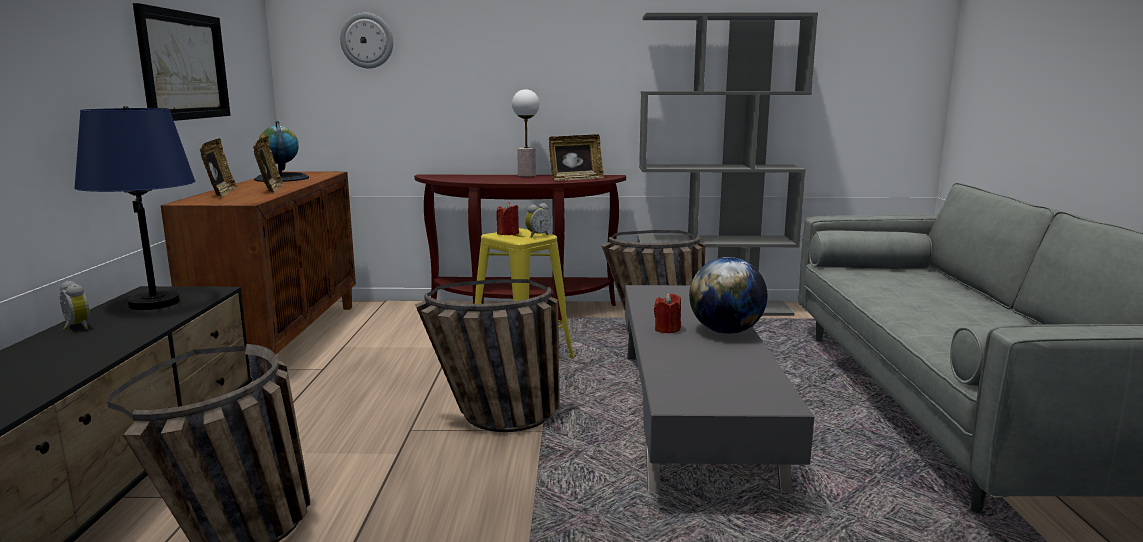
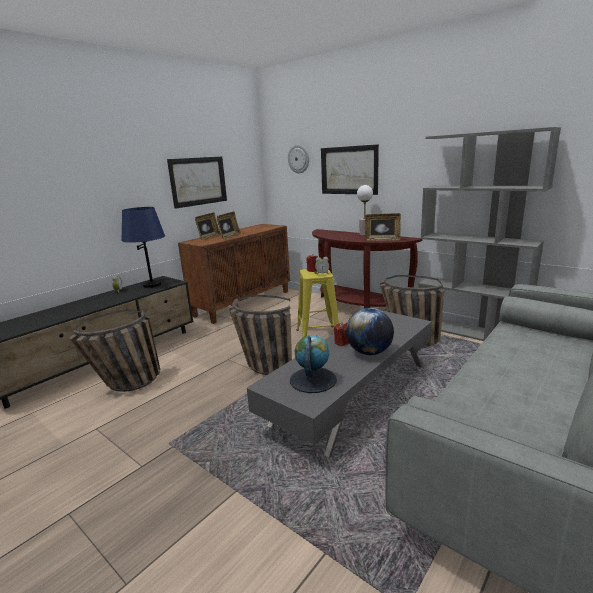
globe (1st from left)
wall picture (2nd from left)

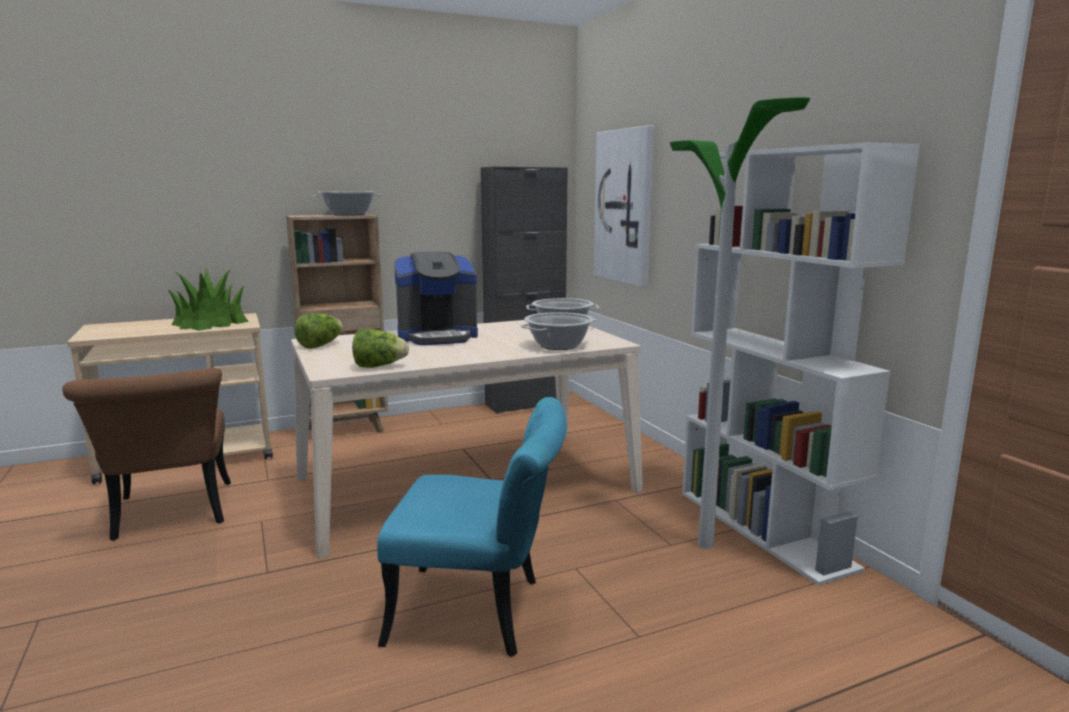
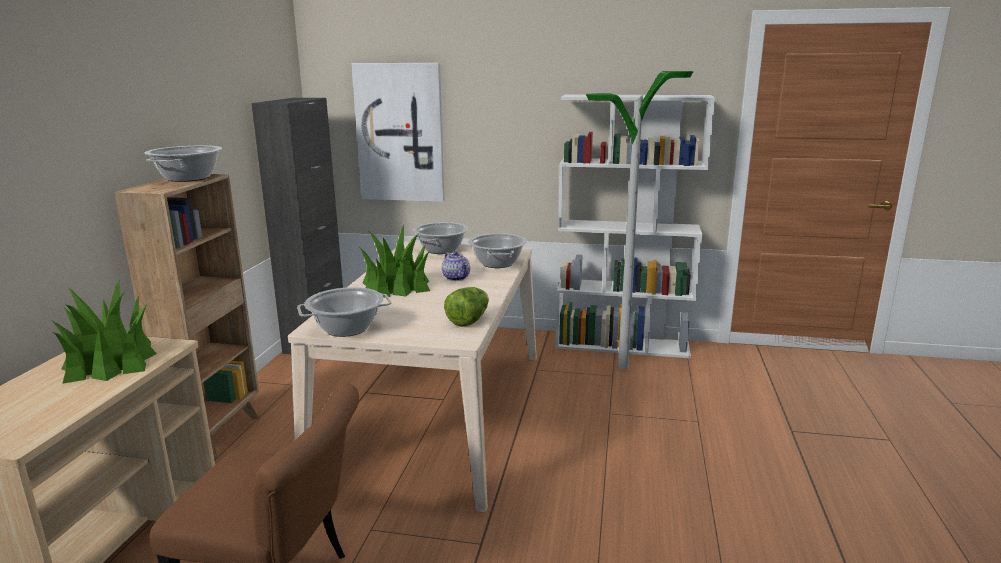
stockpot (2nd from left)
turquoise-coloured chair
plant in a pot (2nd from left)
pot for tea

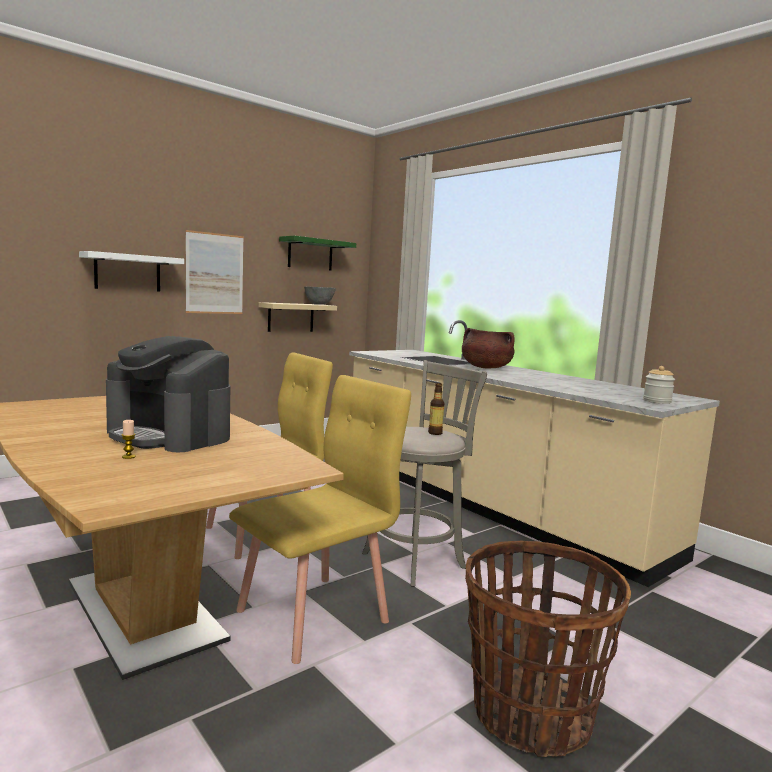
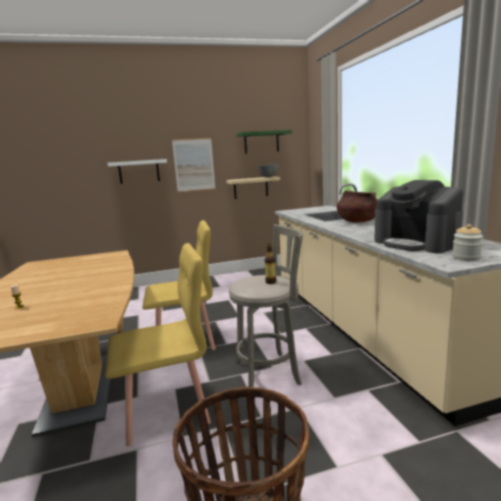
coffee brewer

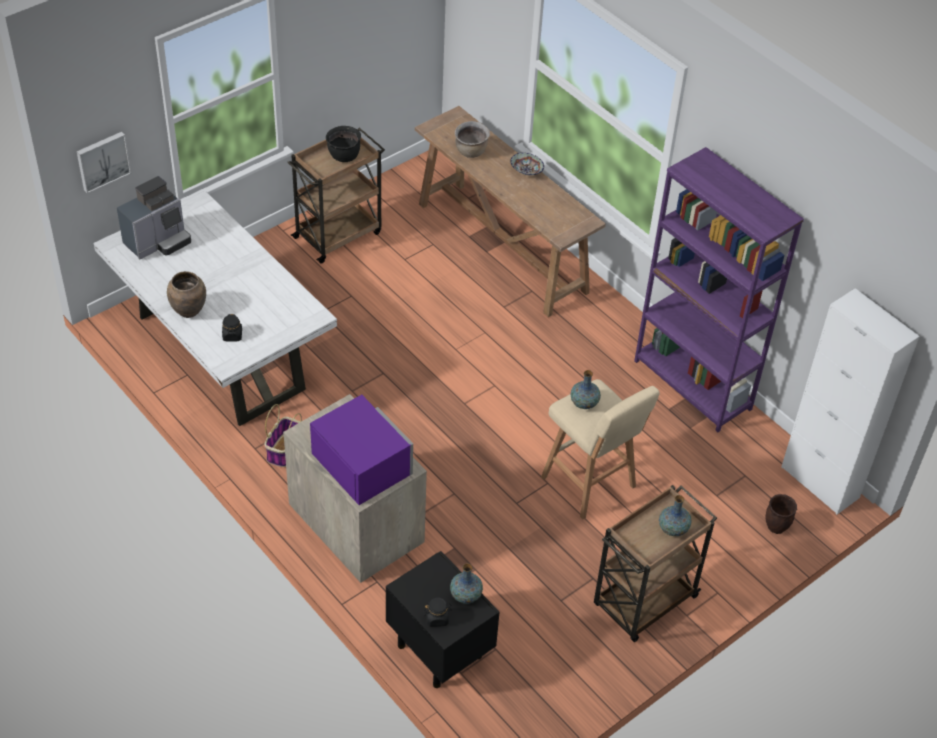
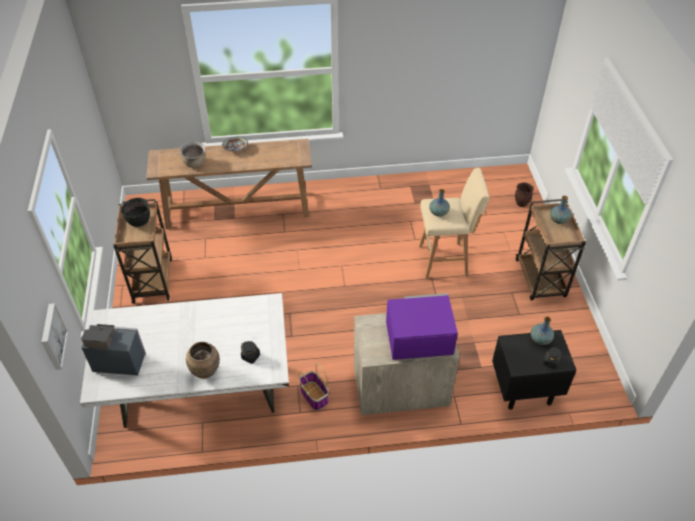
coffee brewer
purplish bookshelf
white-coloured storage cabinet

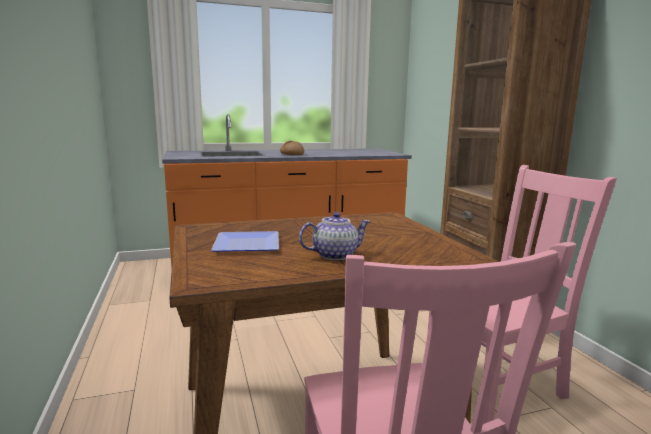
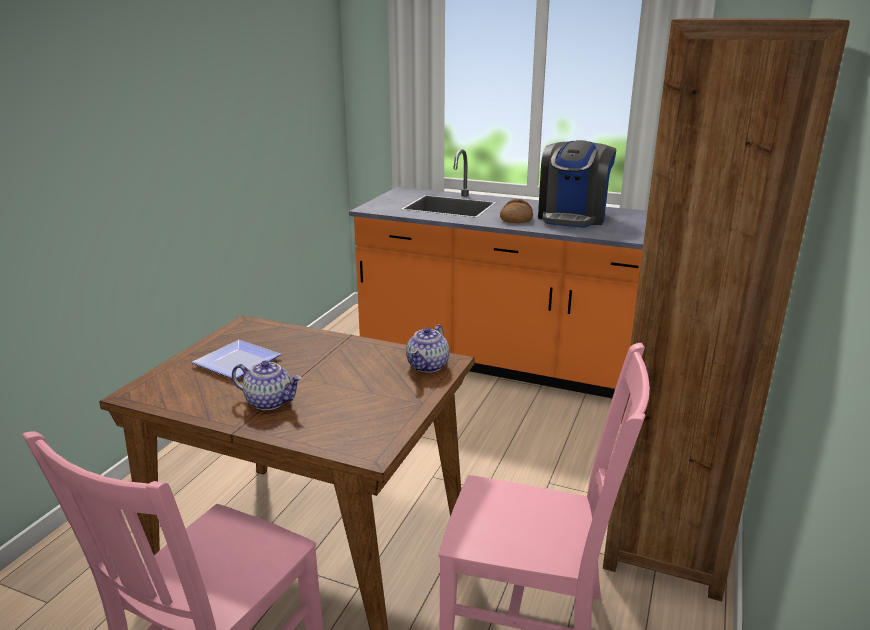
pot for tea (2nd from left)
coffee brewer

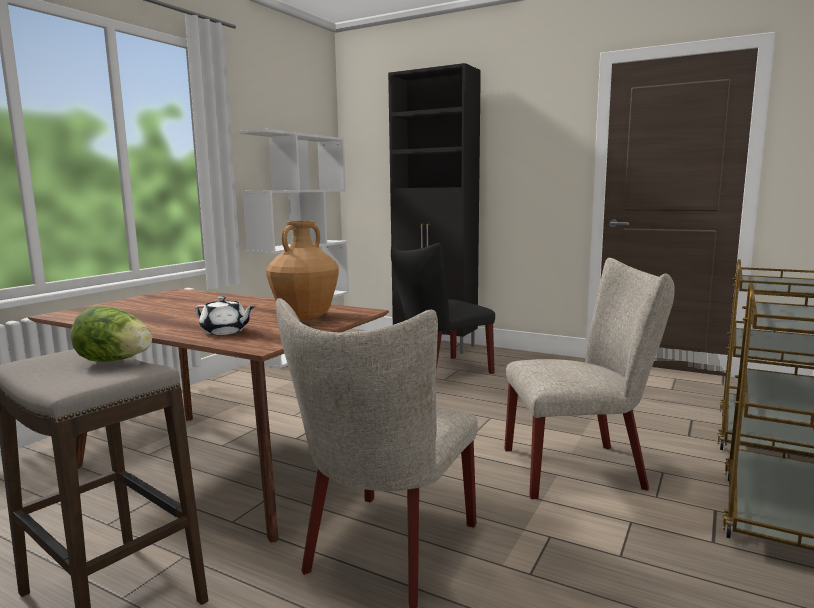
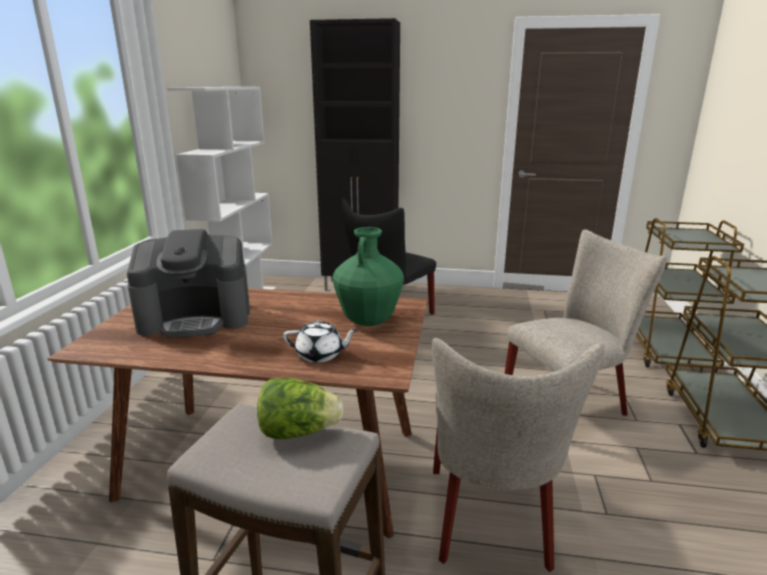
green vase
coffee brewer

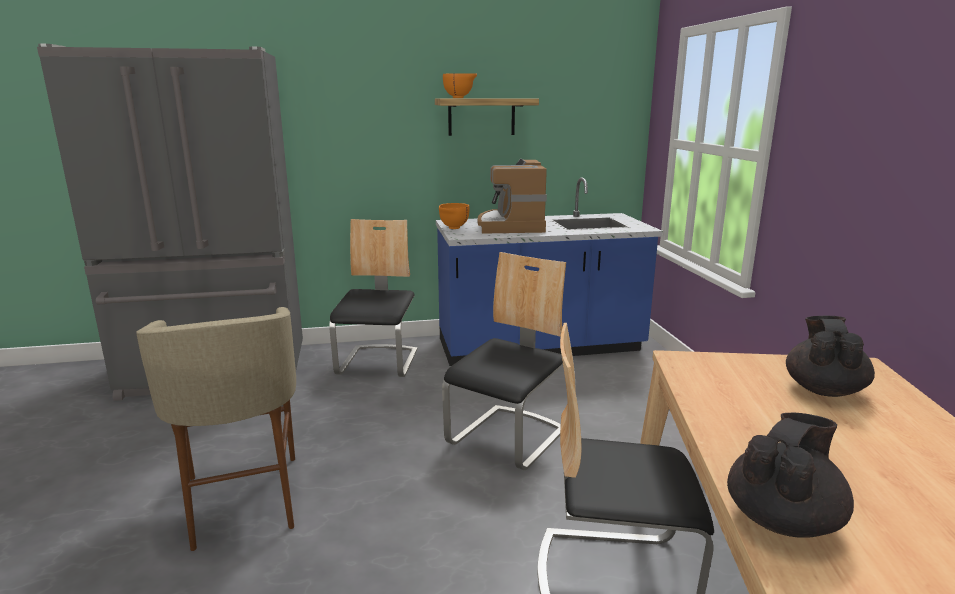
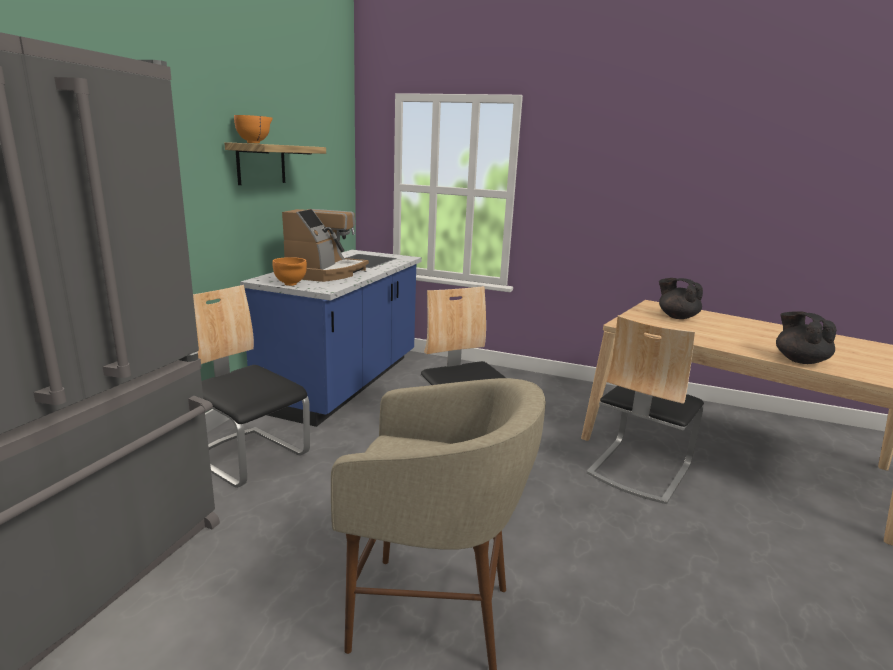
coffee brewer

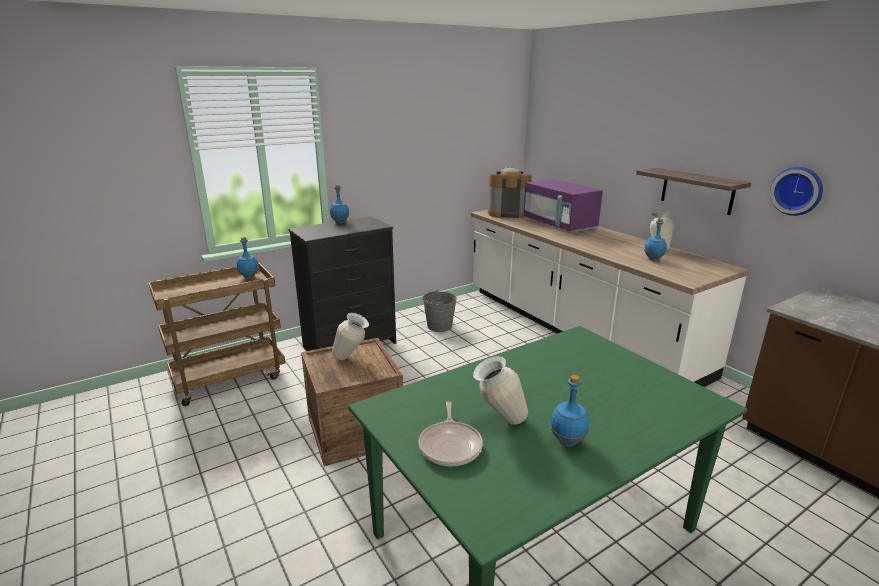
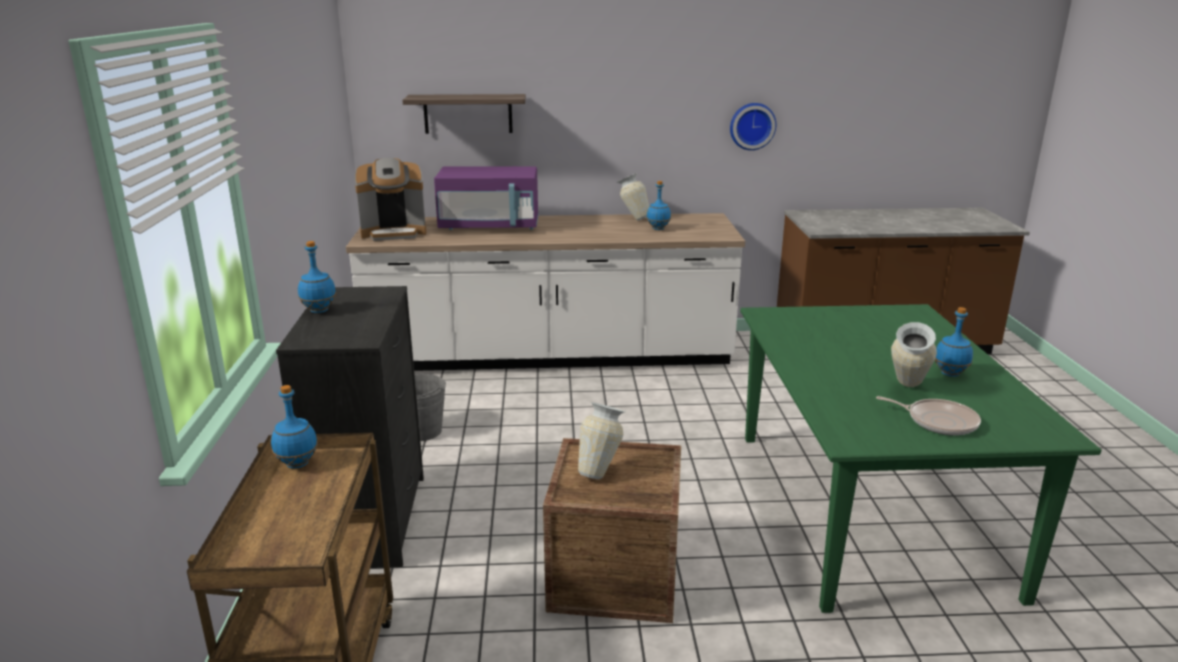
coffee brewer
shelf

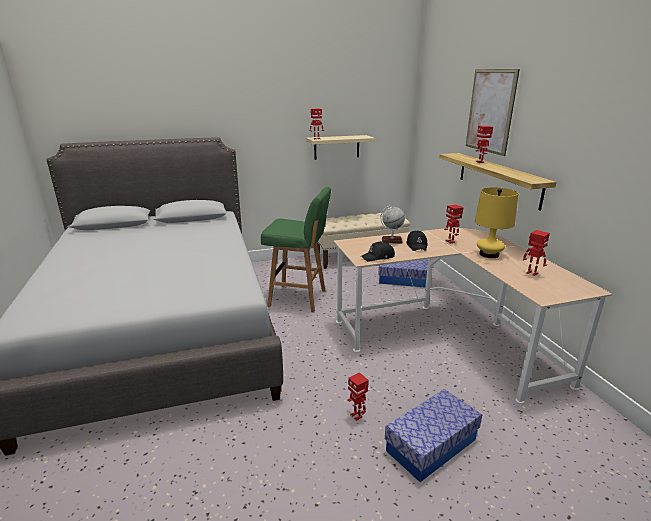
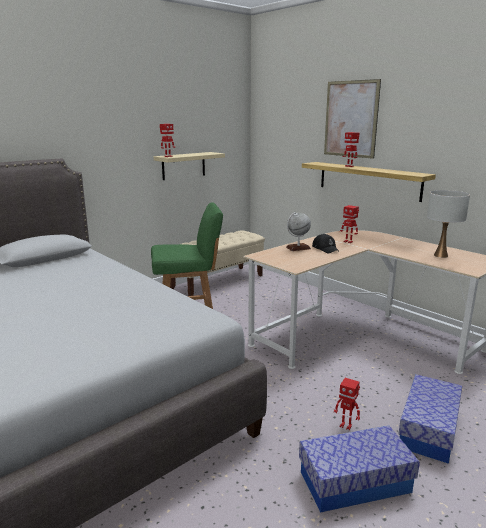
black cap (1st from left in the first image)
storage box (1st from left)
yellow lamp for a table
white-coloured lamp for a table

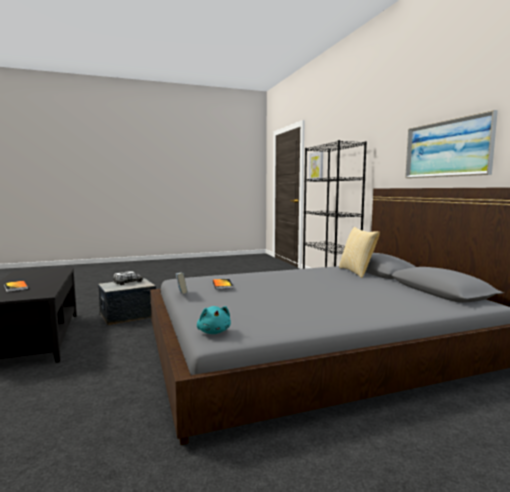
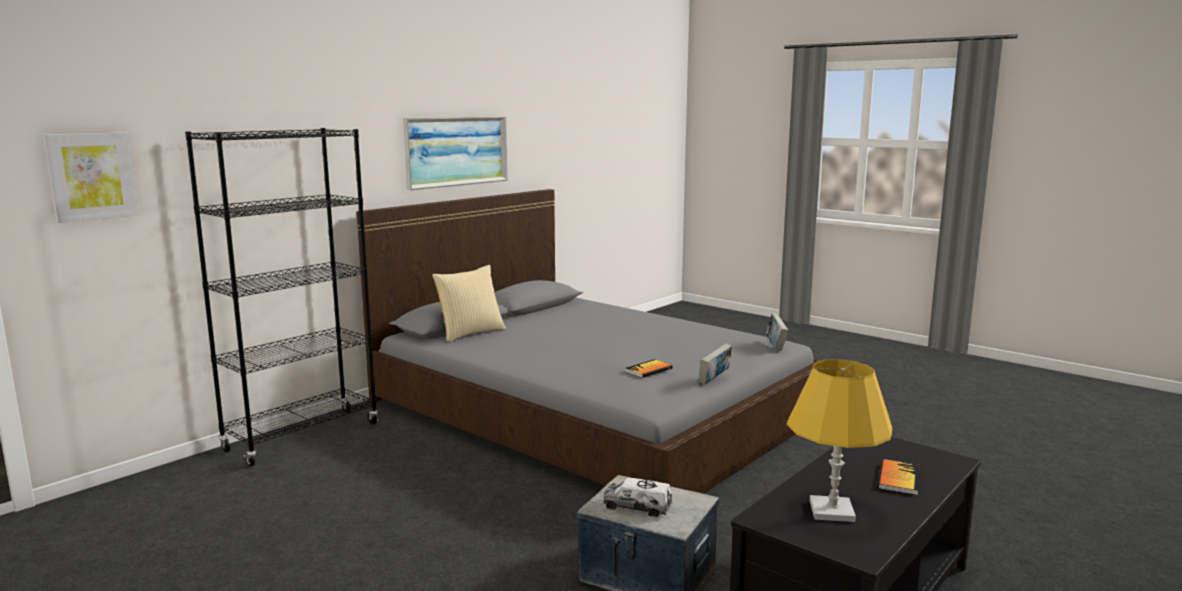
volume (3rd from left)
yellow lamp for a table

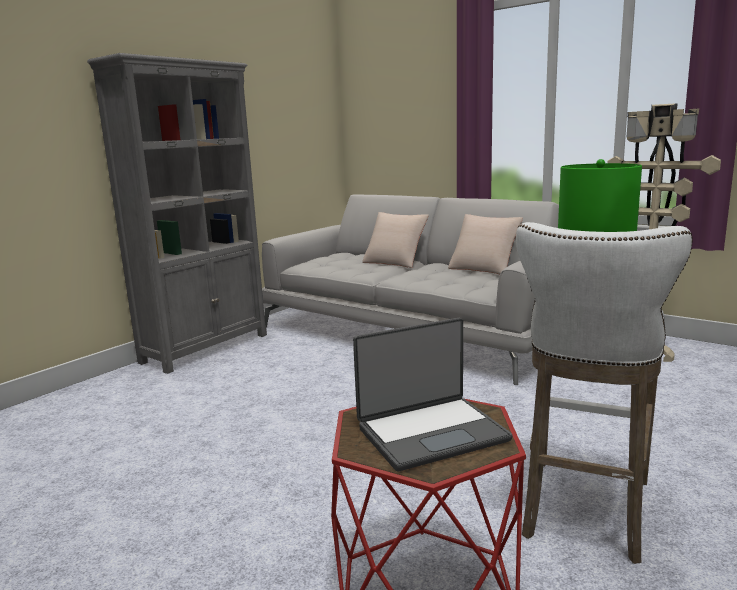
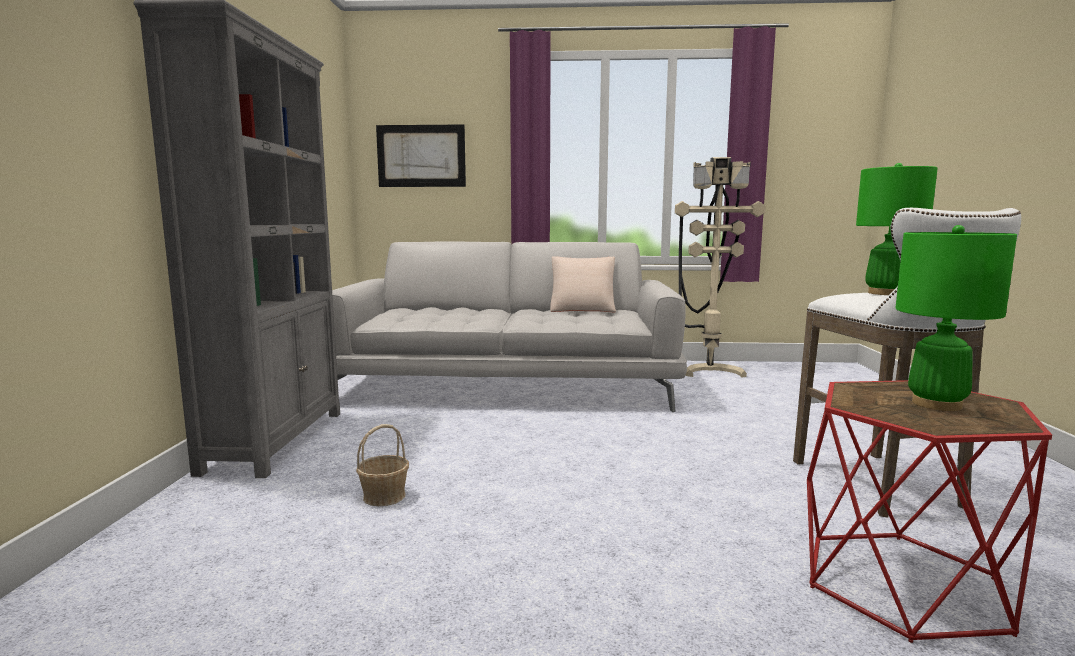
green lamp for a table (2nd from left)
beige-coloured throw pillow (1st from left in the first image)
storage basket
wall picture

